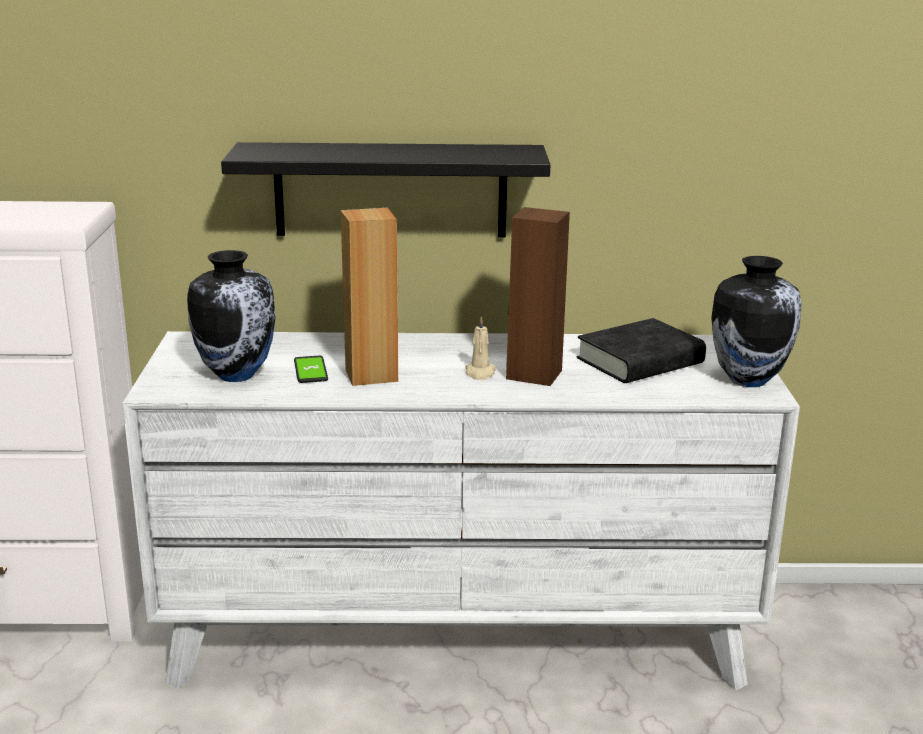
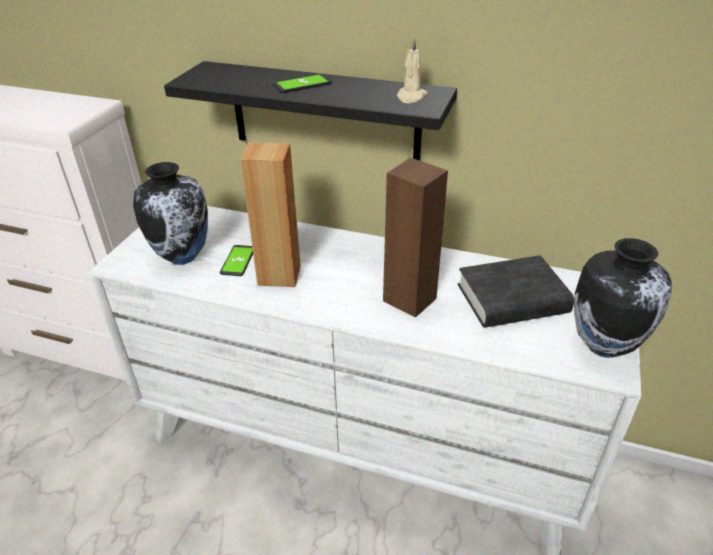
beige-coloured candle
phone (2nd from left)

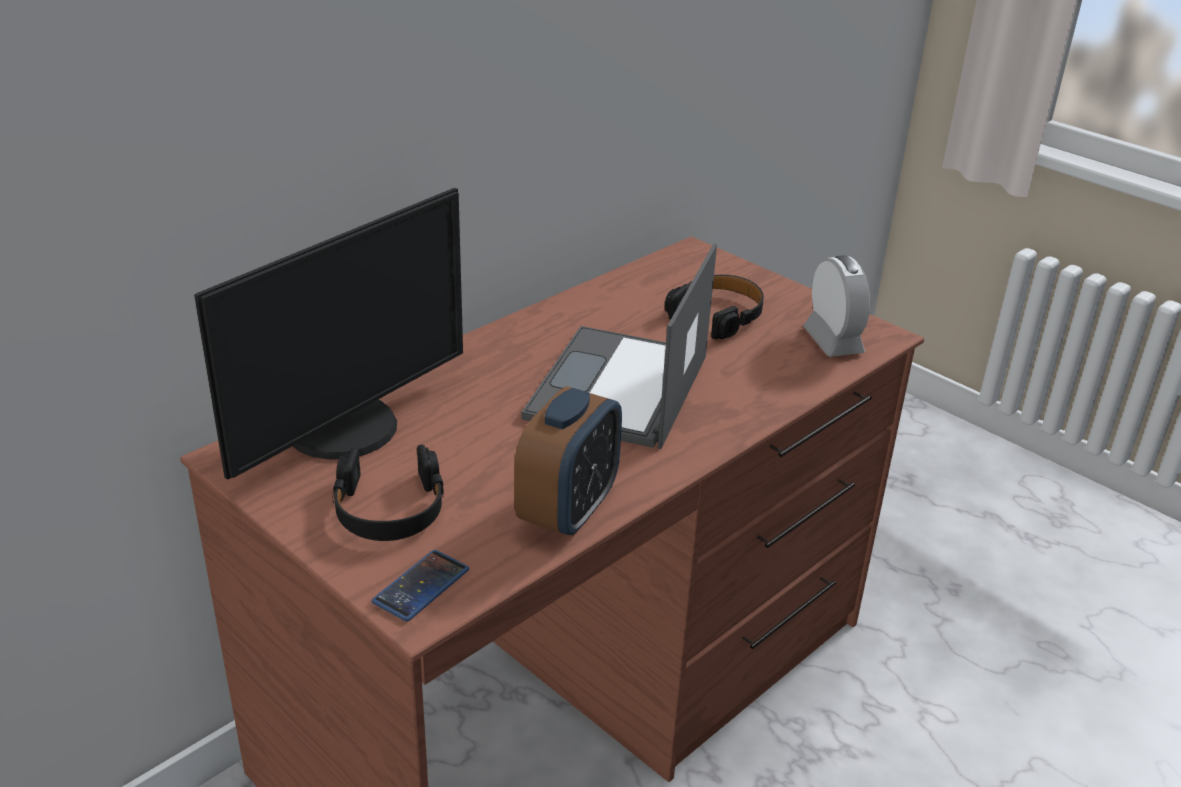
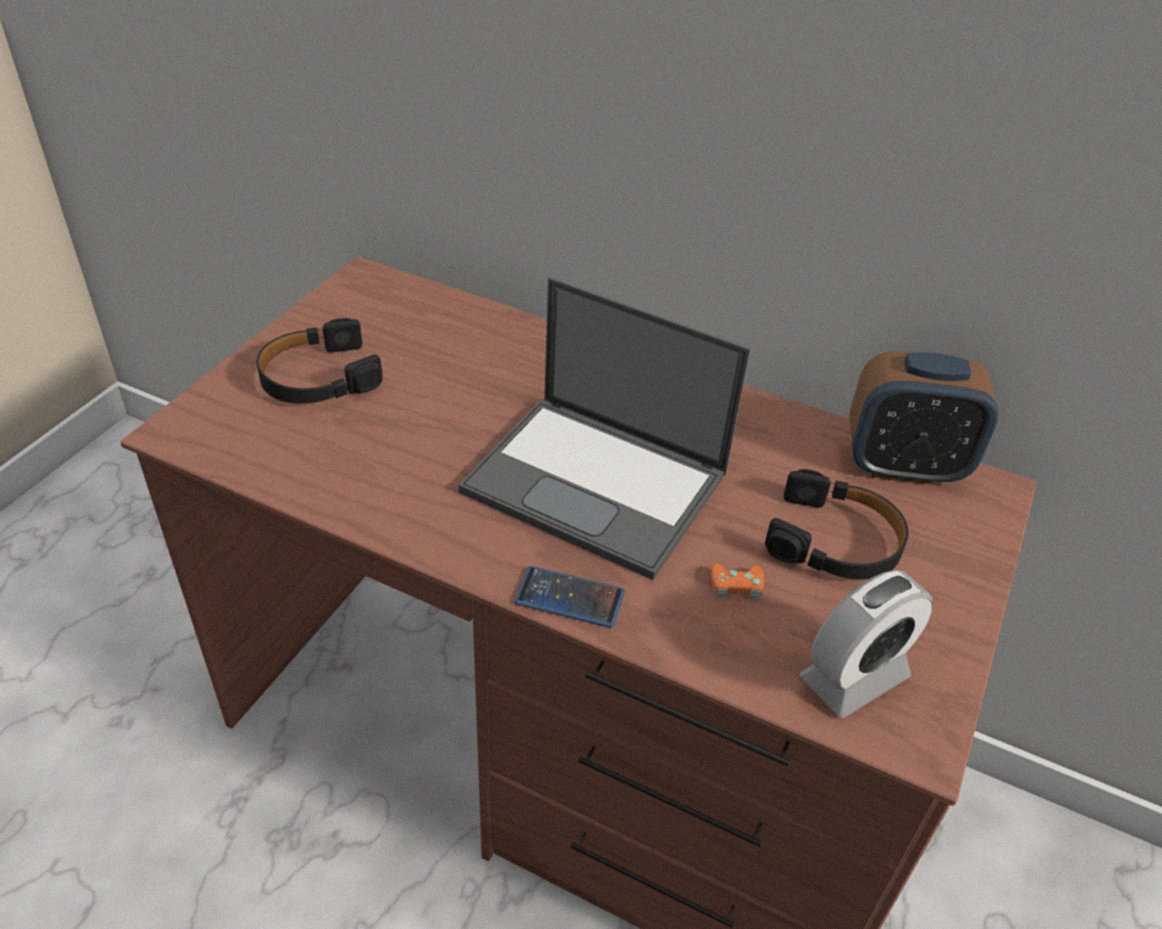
computer display
phone
table clock (2nd from left)
laptop
orange game controller

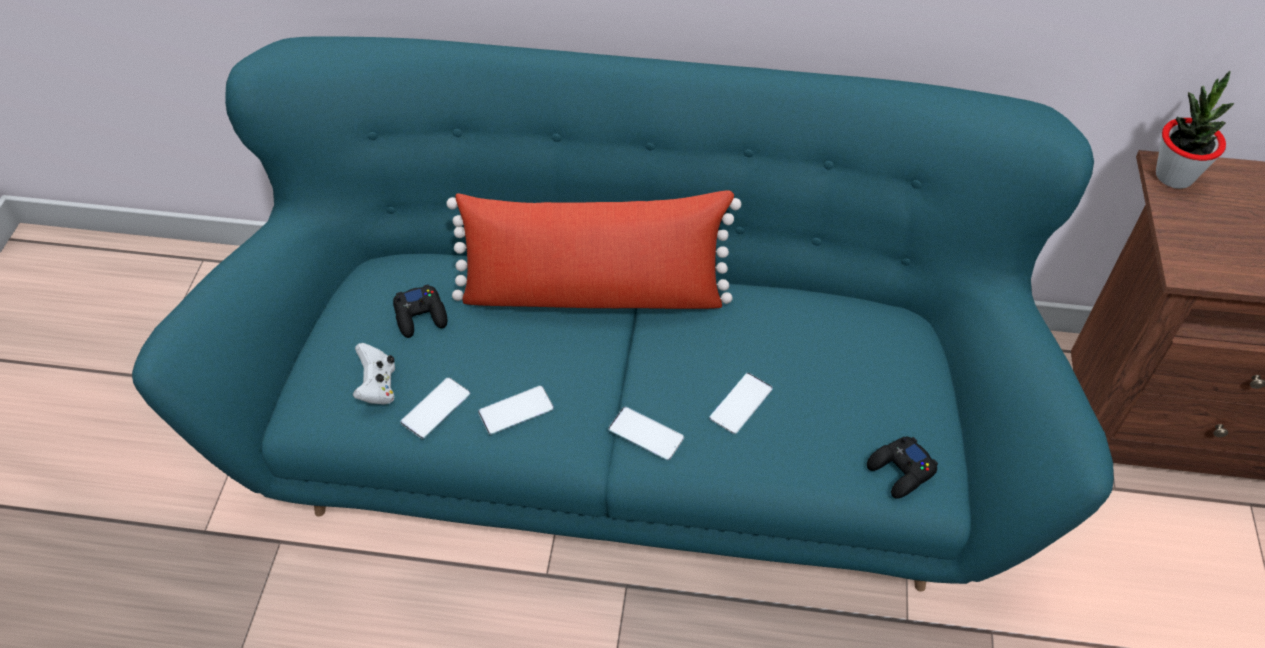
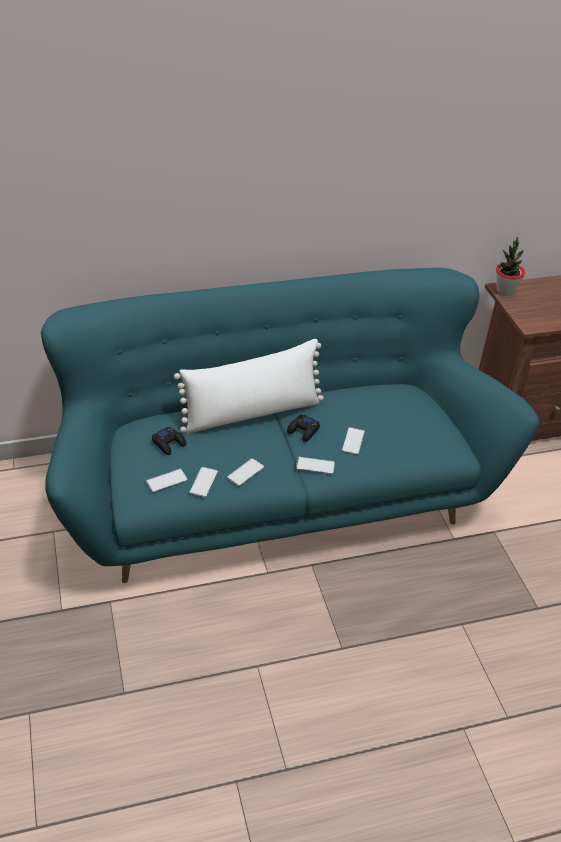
phone (1st from left)
white-coloured throw pillow
black game controller (2nd from left)

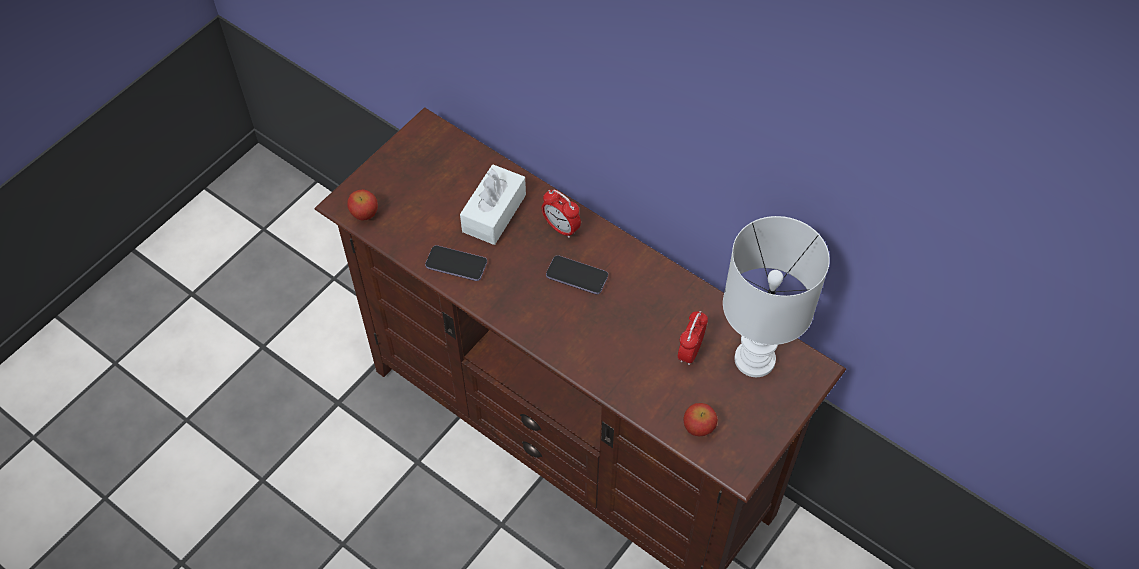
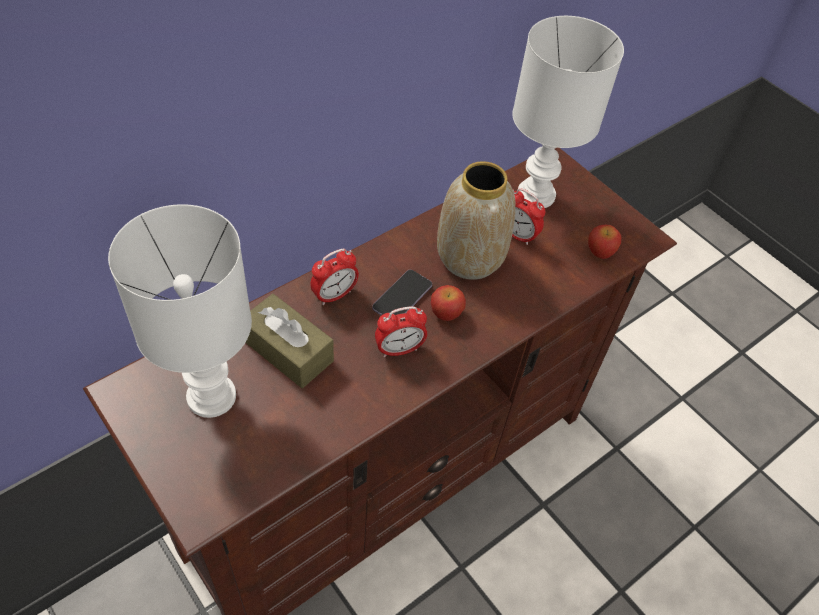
whole apple (1st from left)
phone (1st from left in the first image)
brown tissue box
white-coloured lamp for a table (1st from left)
table clock (2nd from left)
vase

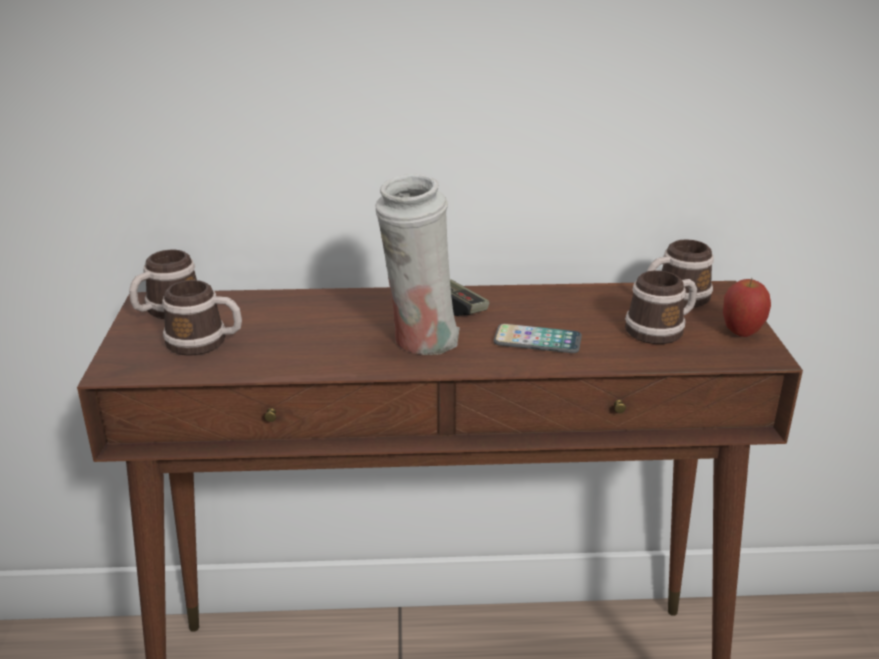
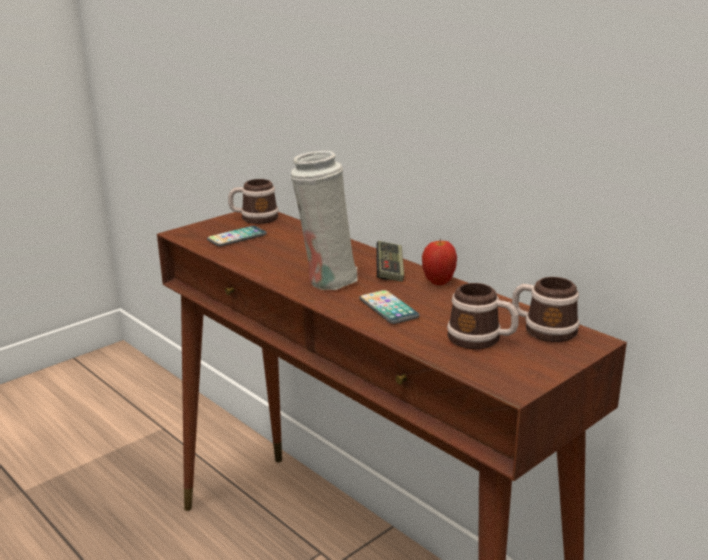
phone (1st from left)
whole apple

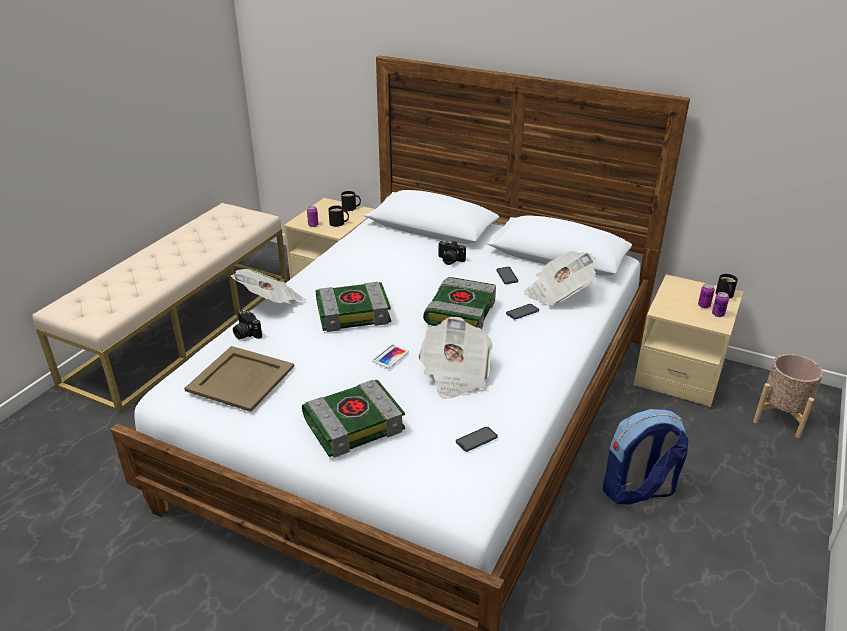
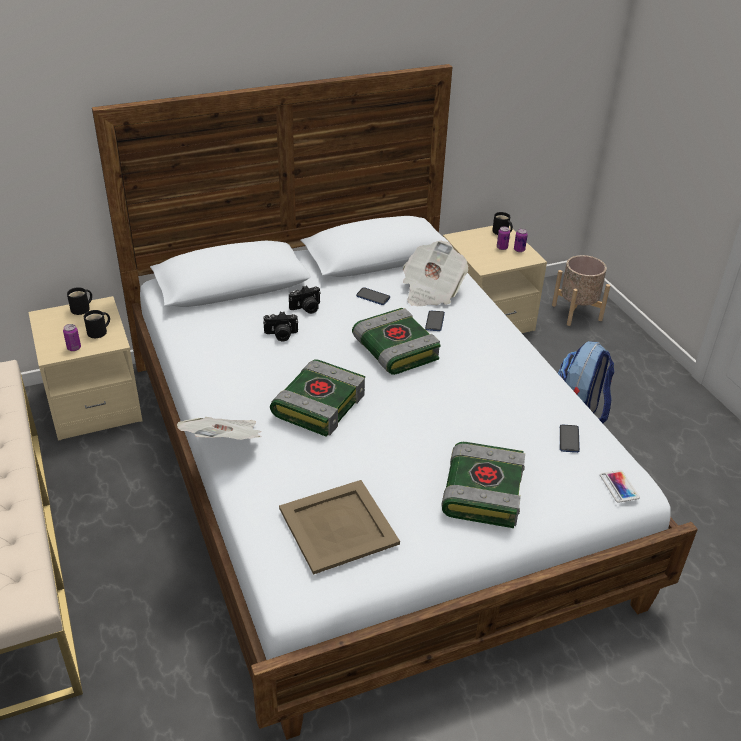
photo camera (1st from left)
phone (4th from left)
printed paper (2nd from left in the first image)

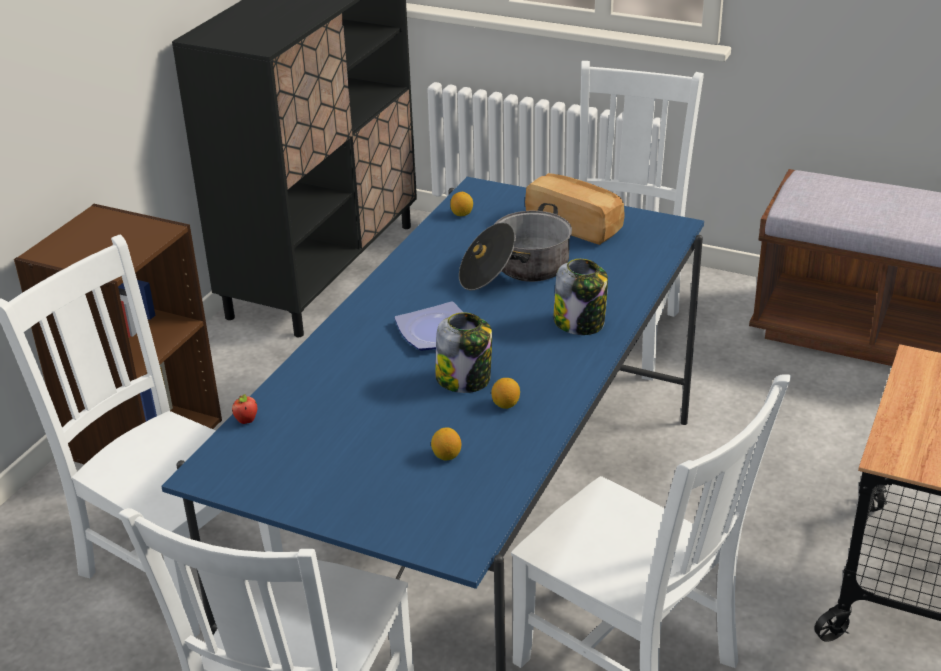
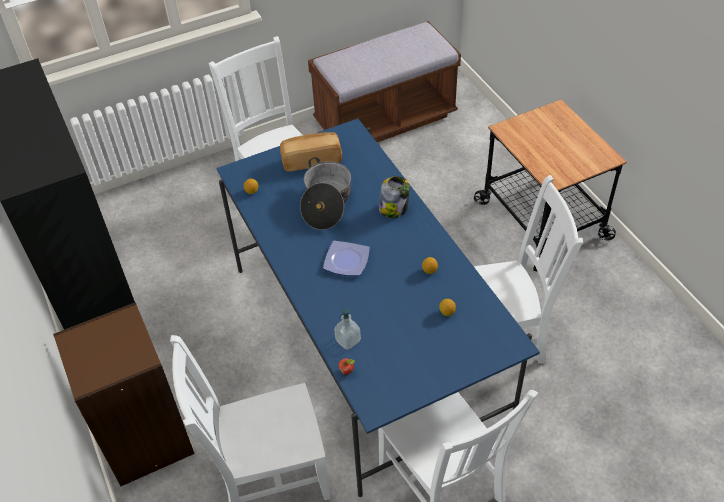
preserve jar (1st from left in the first image)
soap dispenser

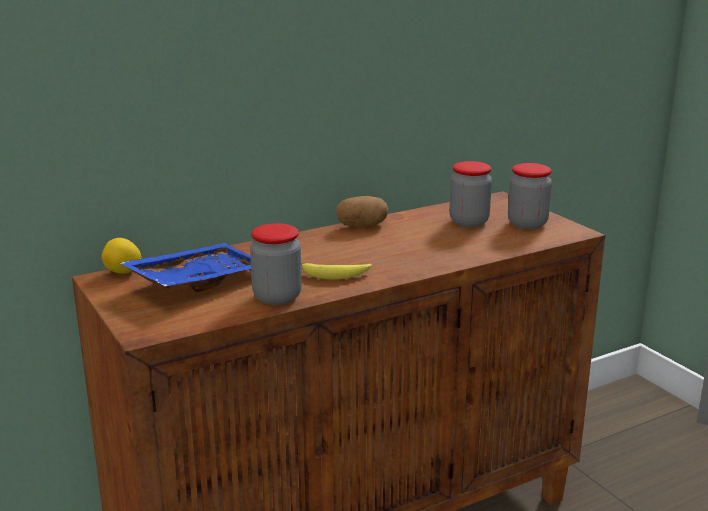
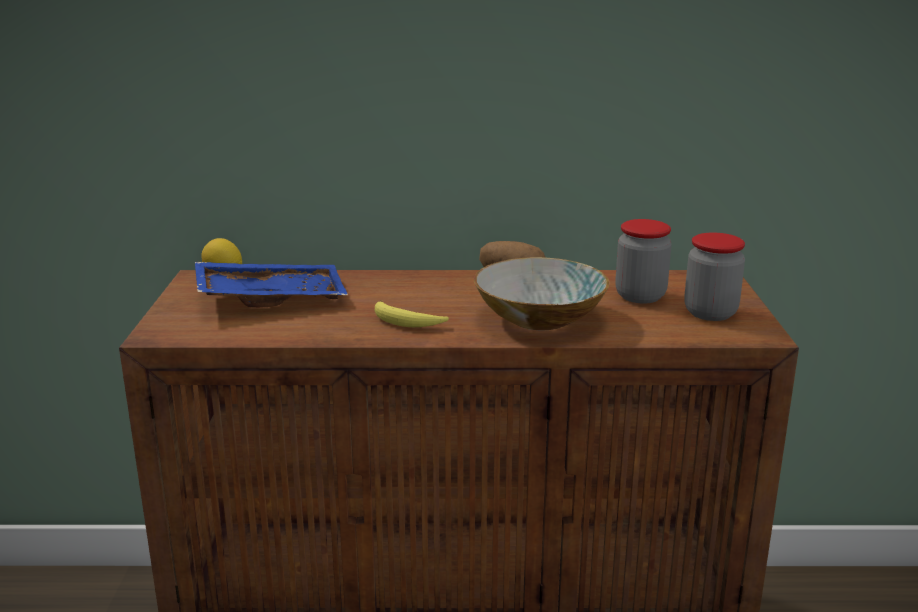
preserve jar (1st from left in the first image)
serving bowl

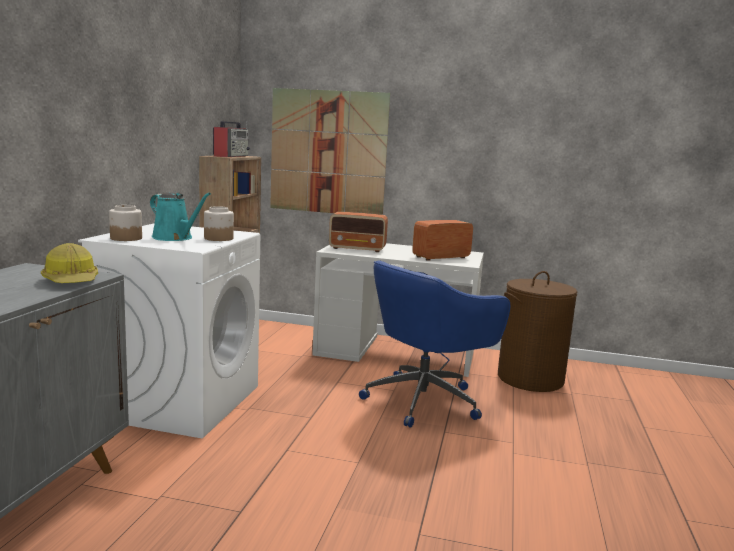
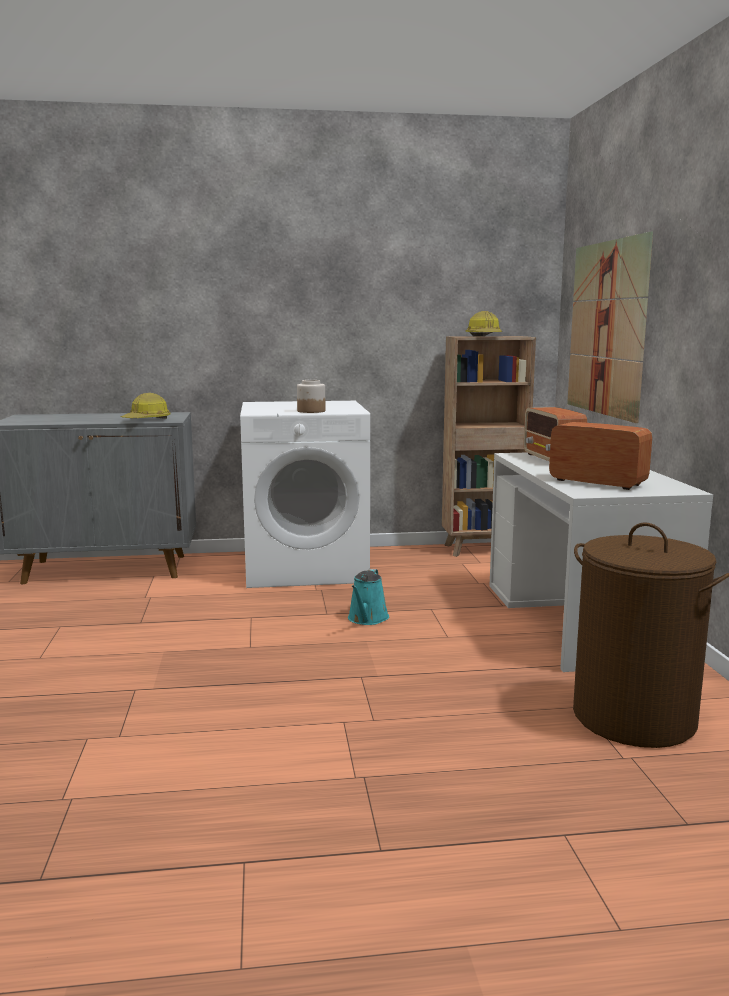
preserve jar (1st from left in the first image)
turquoise-coloured watering can
safety helmet (2nd from left)
blue-coloured desk chair

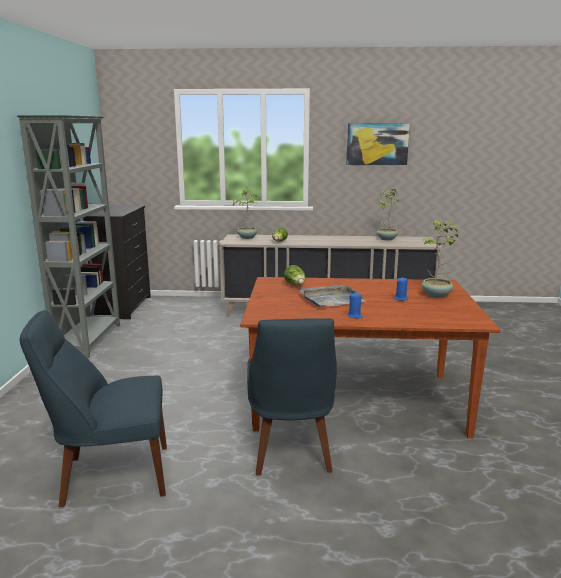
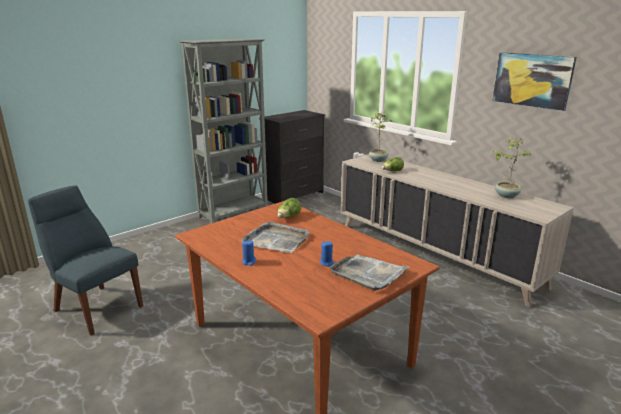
blue-coloured chair (2nd from left in the first image)
gray carrying tray (2nd from left)

